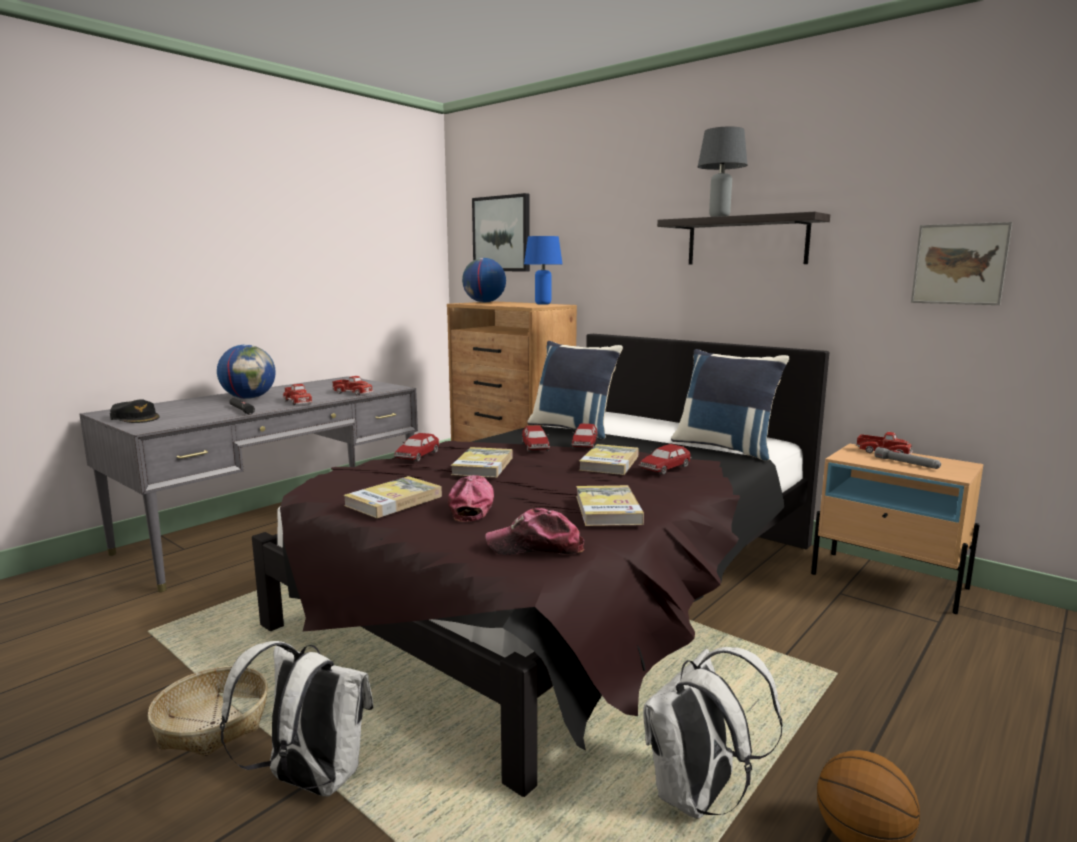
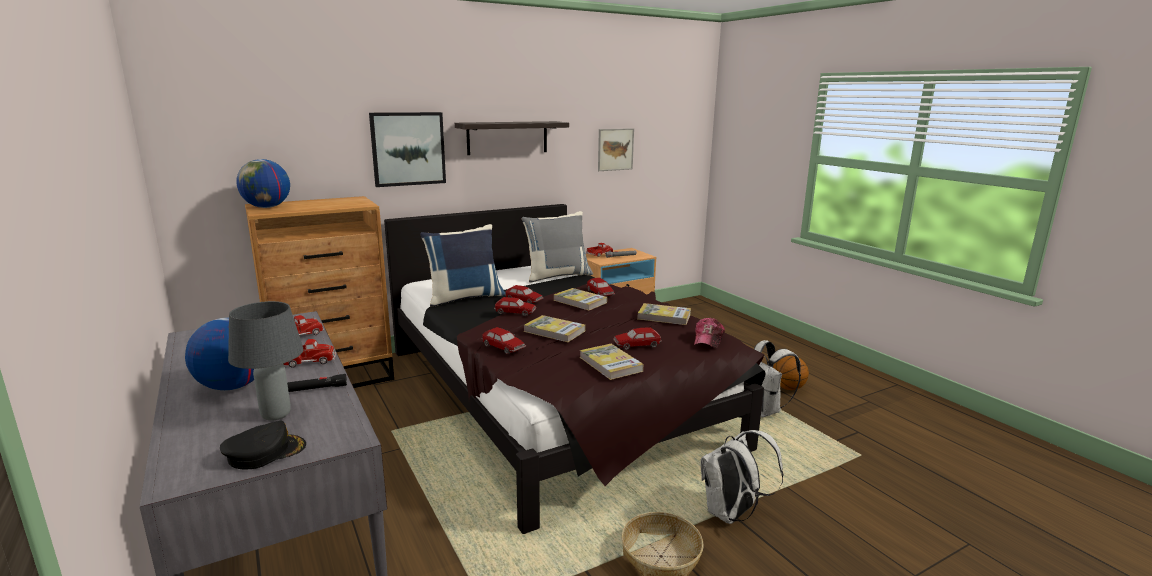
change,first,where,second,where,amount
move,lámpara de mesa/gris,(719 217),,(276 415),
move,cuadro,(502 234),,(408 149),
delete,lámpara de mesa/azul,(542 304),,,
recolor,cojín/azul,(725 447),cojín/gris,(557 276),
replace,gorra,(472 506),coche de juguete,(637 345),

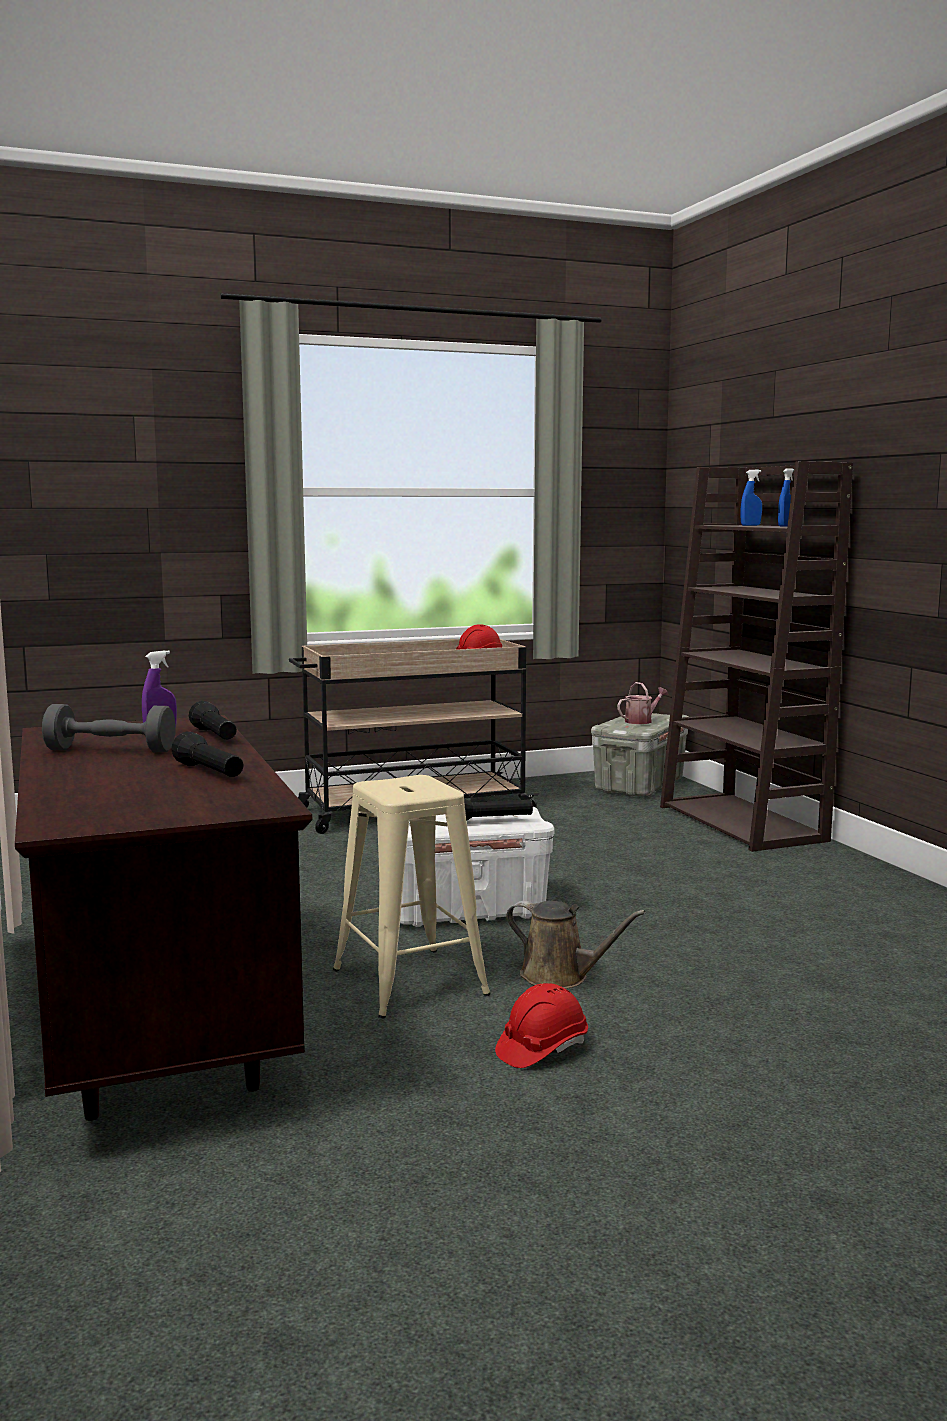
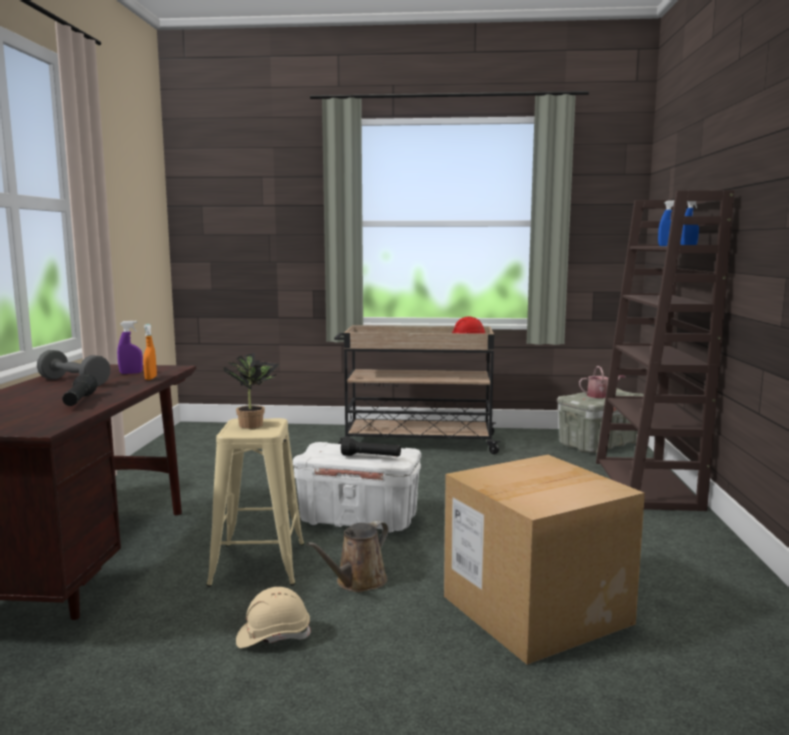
change,first,where,second,where,amount
replace,linterna/negro,(215 736),pulverizador/naranja,(150 378),
rotate,regadera/marrón,(560 977),,(357 582),75 degrees clockwise
recolor,casco/rojo,(541 1049),casco/beis,(273 636),
insert,,,planta en maceta,(252 424),
insert,,,caja de cartón,(536 610),

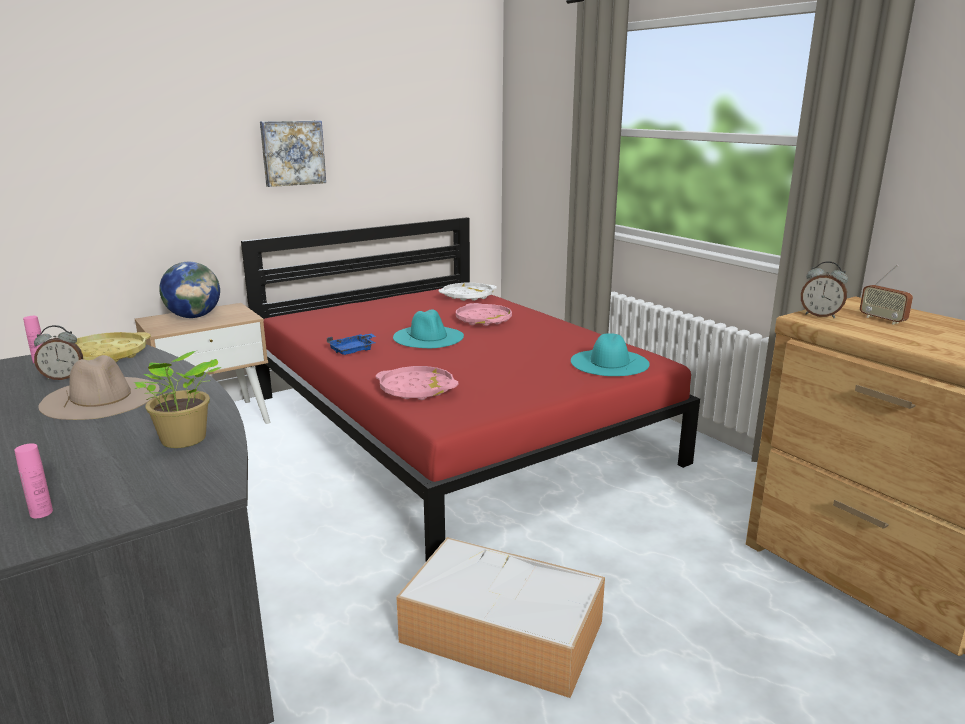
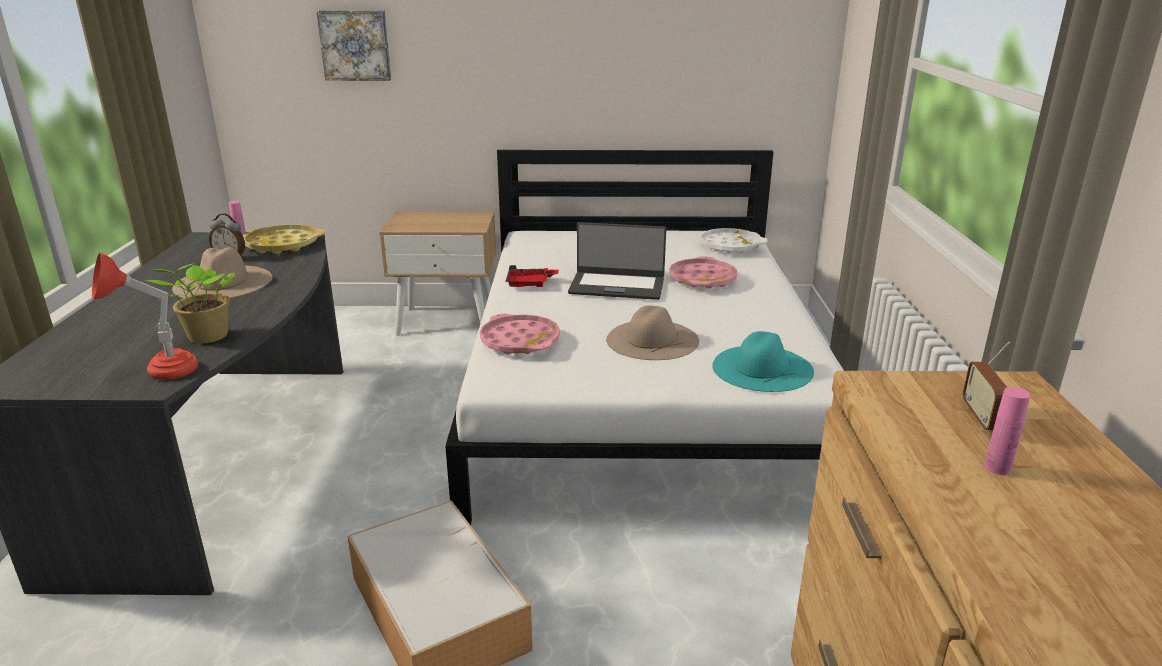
change,first,where,second,where,amount
move,cuadro,(292 153),,(355 45),
recolor,cama/rojo,(455 427),cama/blanco,(641 392),
delete,despertador,(820 315),,,
delete,globo terráqueo,(194 316),,,
replace,sombrero/turquesa,(428 336),portátil,(617 286),
recolor,bandeja/azul,(353 350),bandeja/rojo,(530 284),
move,botella/rosa,(41 513),,(997 468),
insert,,,lámpara de mesa/rojo,(158 372),
insert,,,sombrero/beis,(652 340),

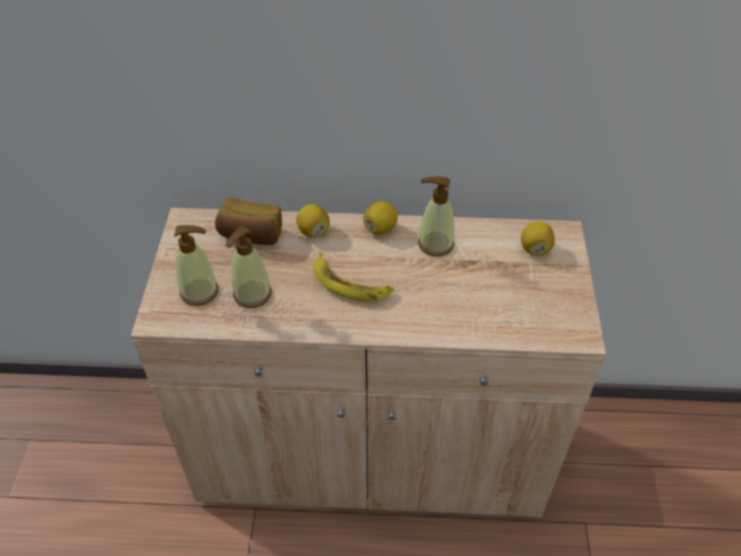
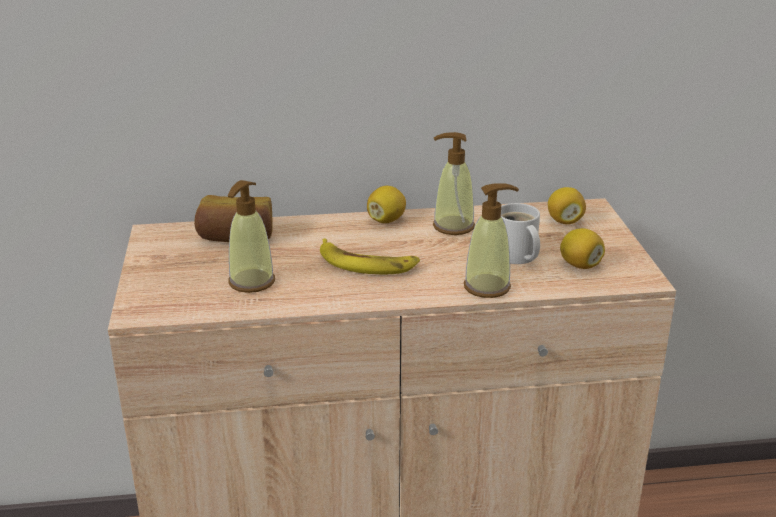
change,first,where,second,where,amount
move,limón,(313 231),,(580 265),
move,dispensador de jabón,(200 292),,(487 287),
insert,,,taza grande/blanco,(516 256),

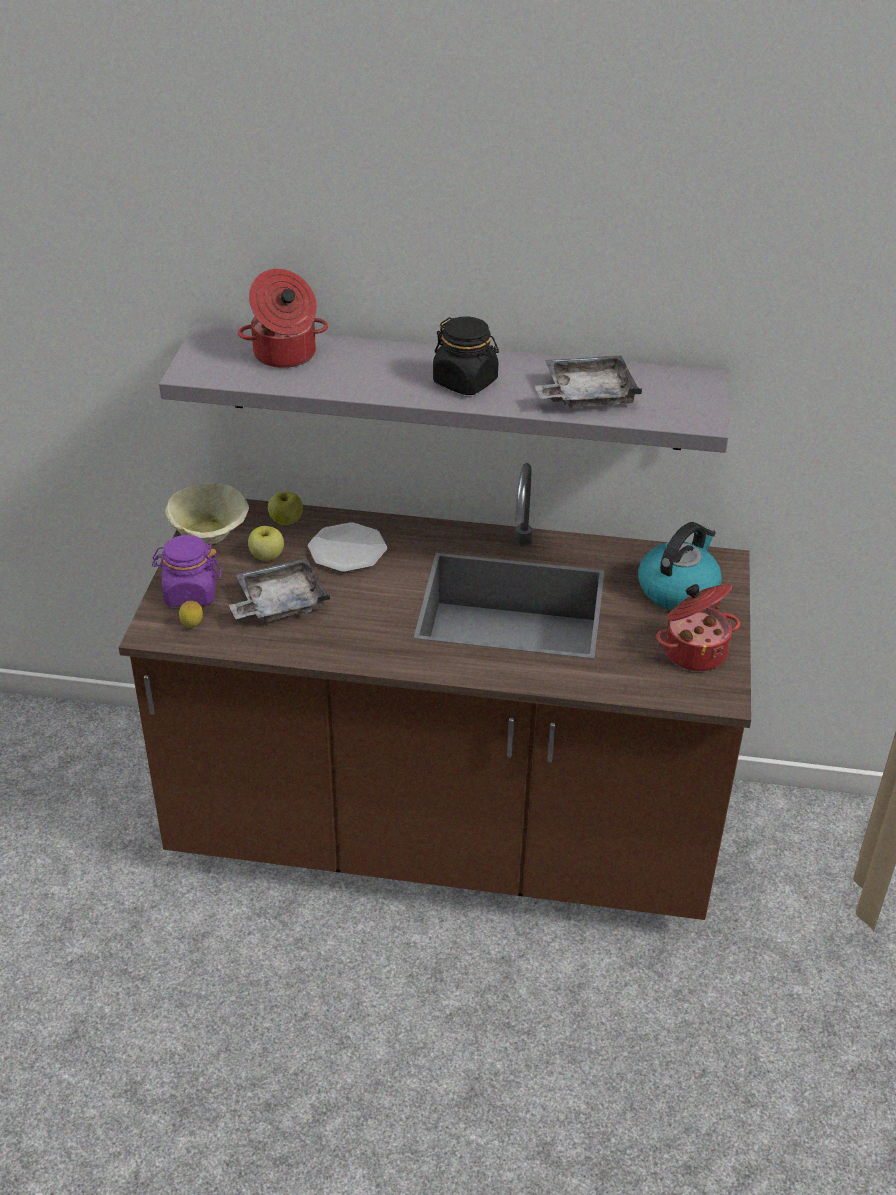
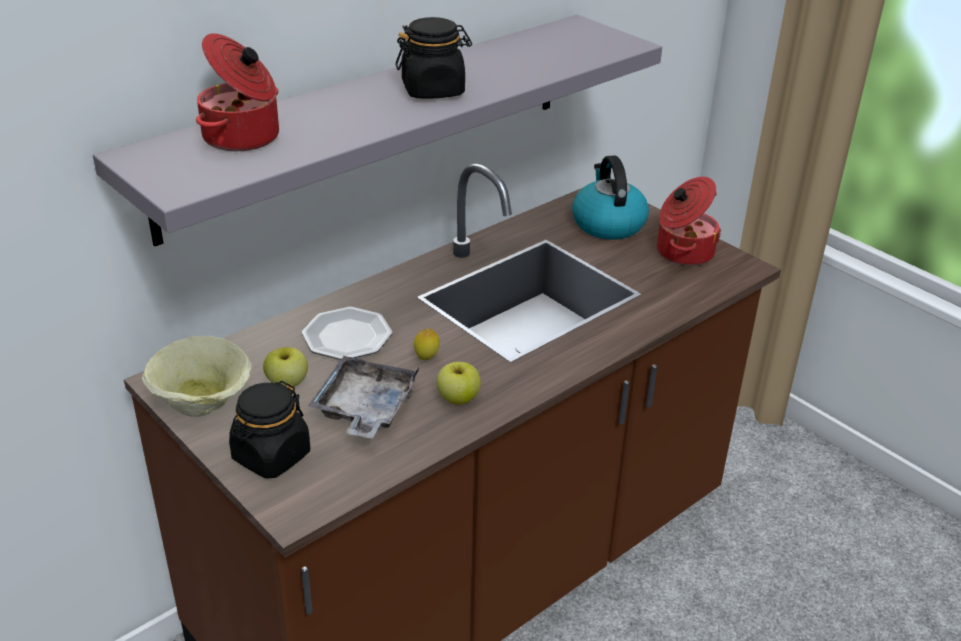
change,first,where,second,where,amount
delete,bandeja/gris,(586 395),,,
move,manzana,(286 521),,(458 398),
recolor,tarro/morado,(190 593),tarro/negro,(271 456),
move,limón,(192 626),,(426 358),

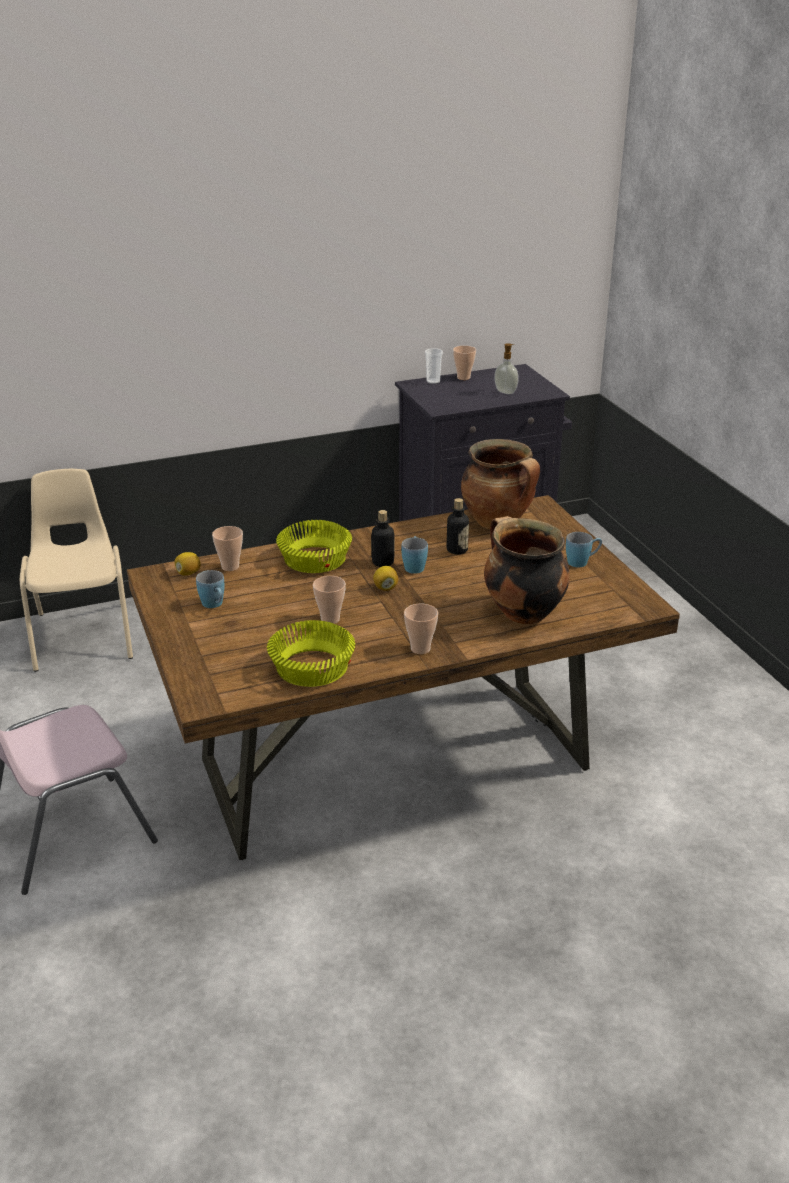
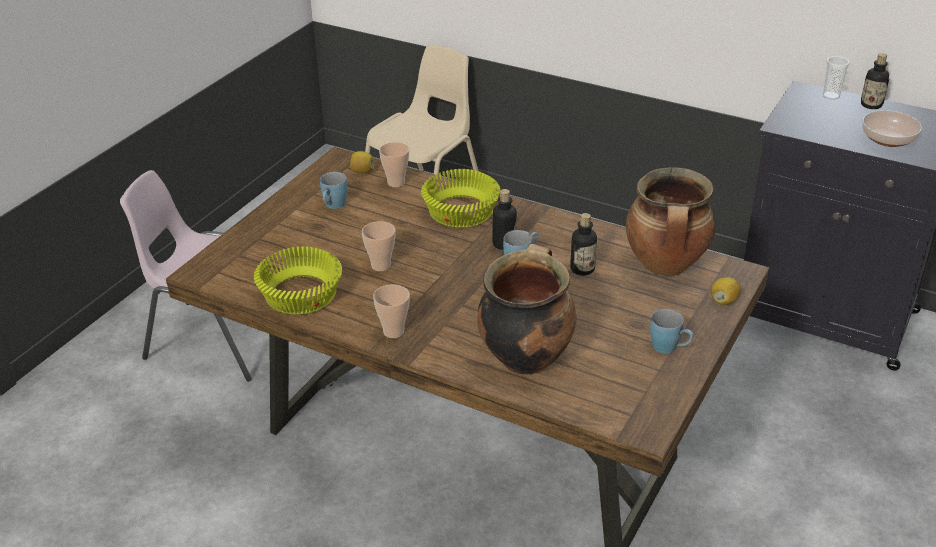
change,first,where,second,where,amount
replace,dispensador de jabón,(506 392),cuenco,(887 138),
replace,taza,(463 377),botella,(871 105),
move,limón,(385 588),,(724 301),

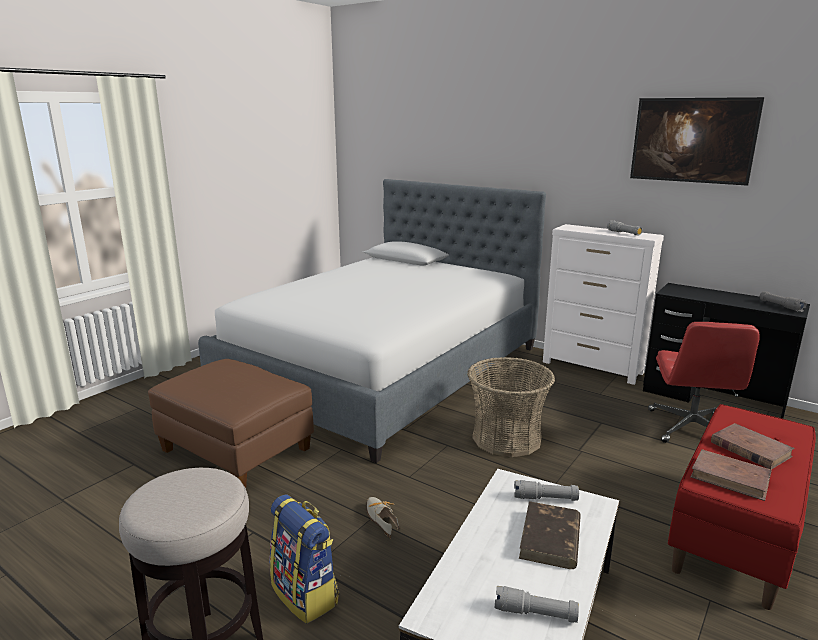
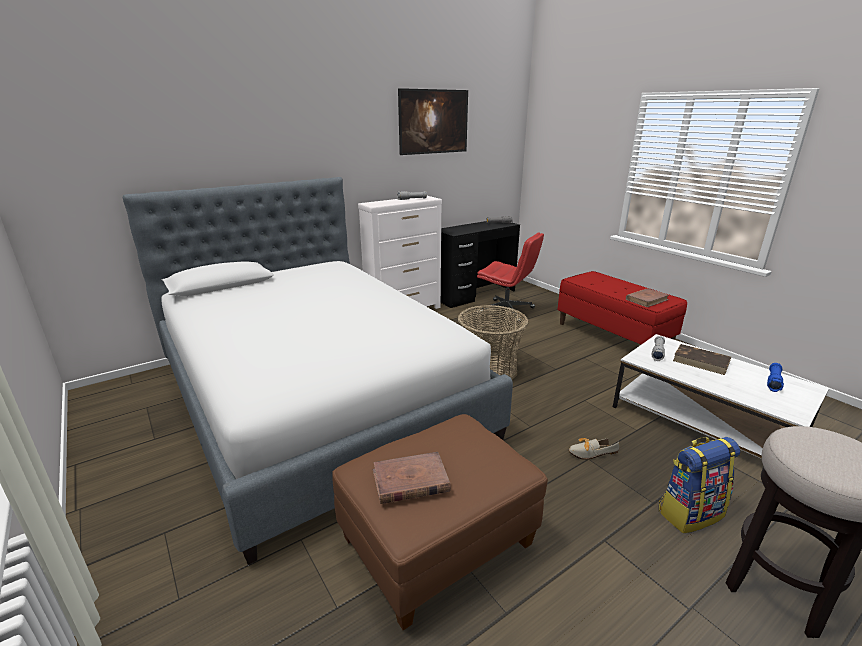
change,first,where,second,where,amount
move,libro/marrón,(750 449),,(410 481),
recolor,linterna/gris,(535 613),linterna/azul,(773 381),

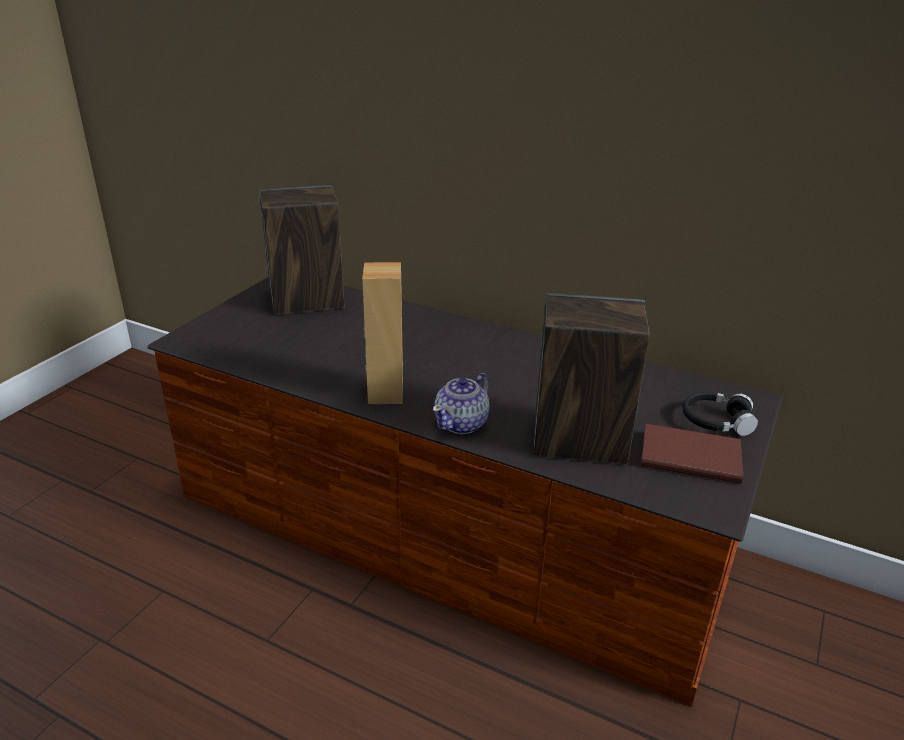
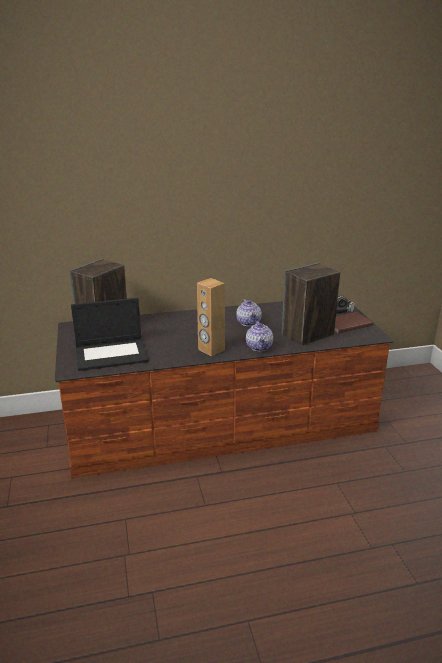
change,first,where,second,where,amount
insert,,,portátil,(112 354),
insert,,,tetera,(248 322),

